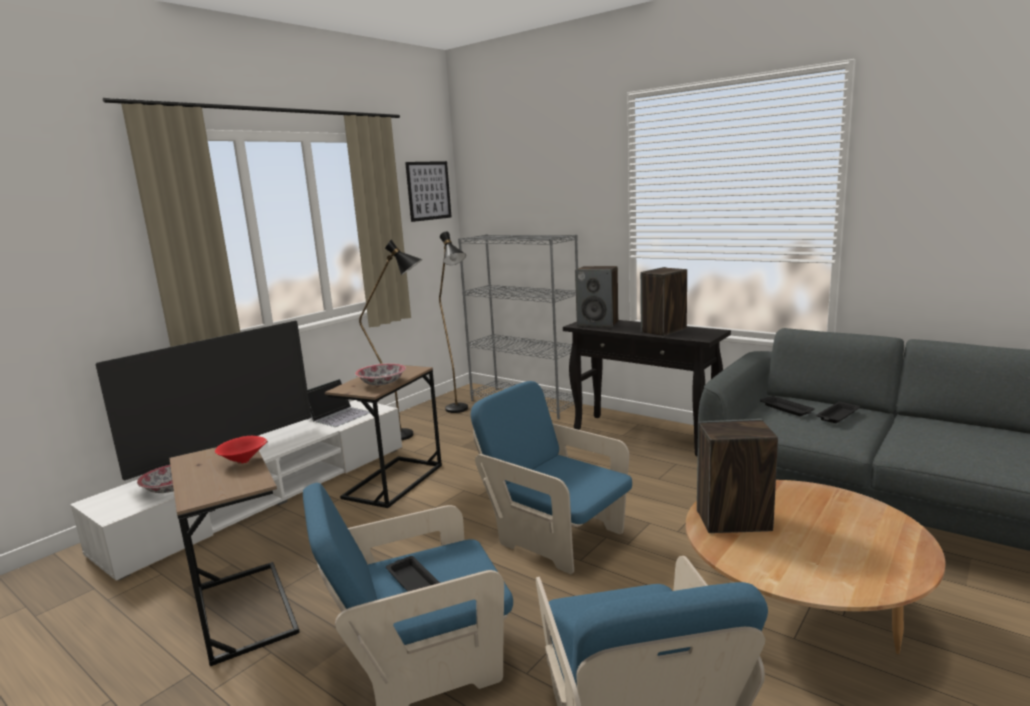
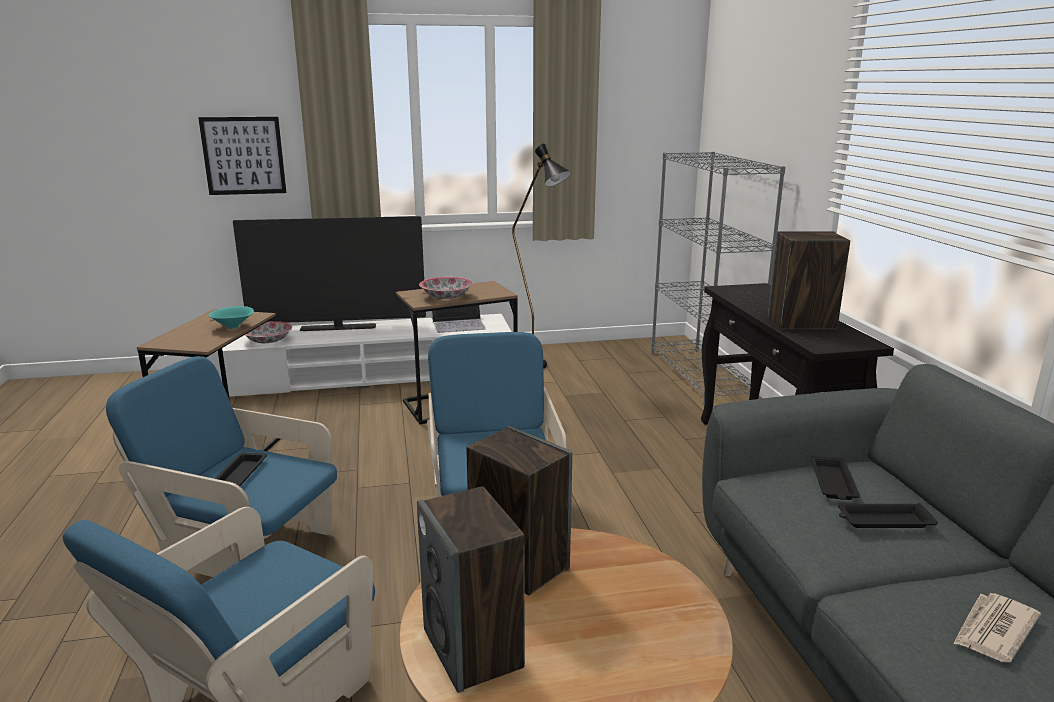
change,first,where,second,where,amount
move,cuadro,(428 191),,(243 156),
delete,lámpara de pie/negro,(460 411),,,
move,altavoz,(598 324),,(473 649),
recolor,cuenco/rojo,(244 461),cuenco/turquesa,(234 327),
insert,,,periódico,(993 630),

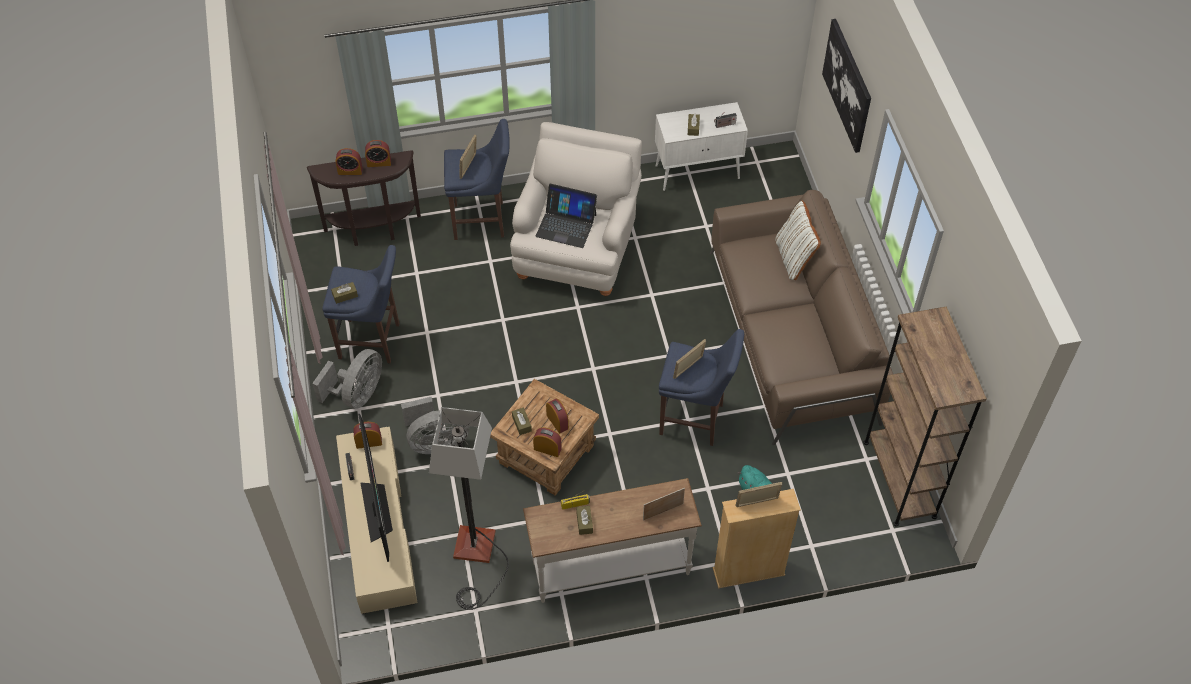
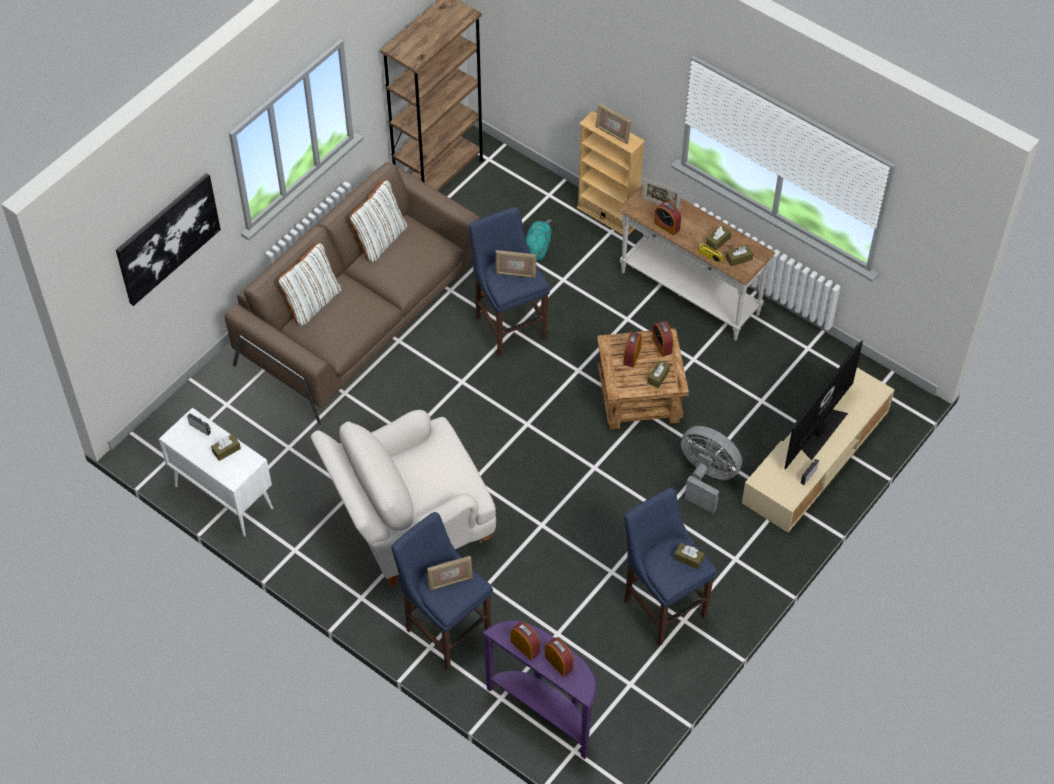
change,first,where,second,where,amount
recolor,mesa consola/marrón,(374 231),mesa consola/morado,(545 711),
delete,portátil,(566 225),,,
delete,ventilador/gris,(357 394),,,
delete,lámpara de pie,(476 557),,,
move,despertador,(369 442),,(667 226),
insert,,,cojín/blanco,(380 240),
insert,,,caja de pañuelos/marrón,(738 258),

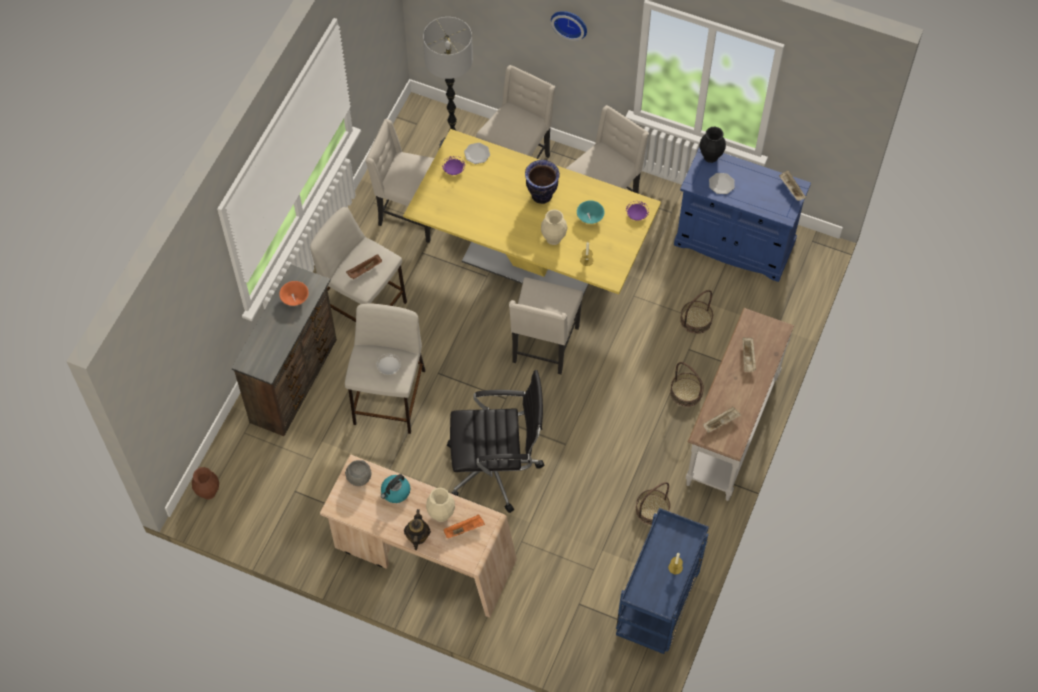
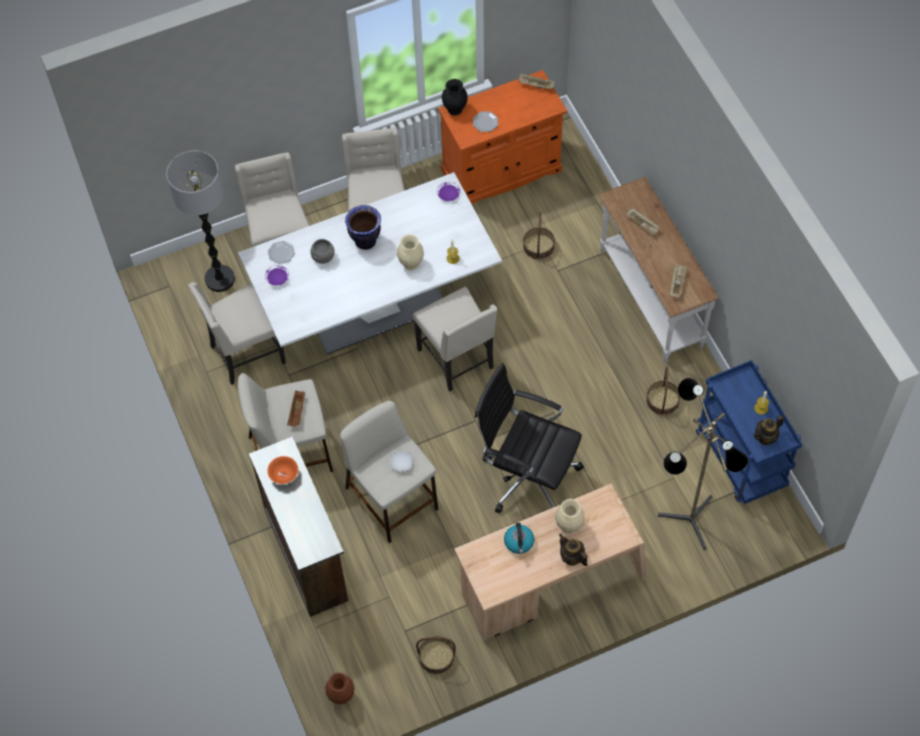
change,first,where,second,where,amount
delete,reloj de pared,(570 23),,,
recolor,mesa de comedor/amarillo,(531 259),mesa de comedor/blanco,(375 307),
recolor,armario/azul,(734 243),armario/naranja,(501 171),
delete,cuenco/turquesa,(590 217),,,
move,cesta,(686 392),,(436 657),
rotate,silla de oficina/negro,(496 469),,(527 475),105 degrees counterclockwise
move,cuenco/gris,(359 478),,(323 257),
delete,bandeja/naranja,(464 529),,,
insert,,,lámpara de pie,(685 523),
insert,,,tetera,(766 437),

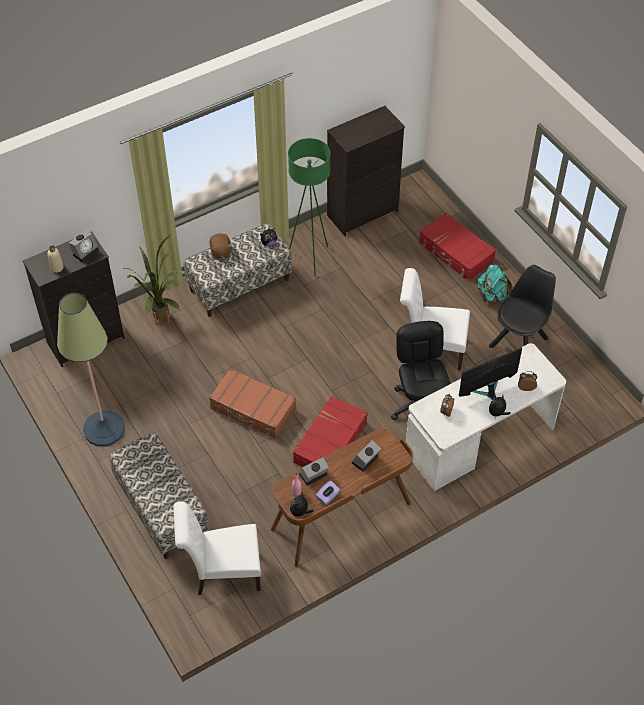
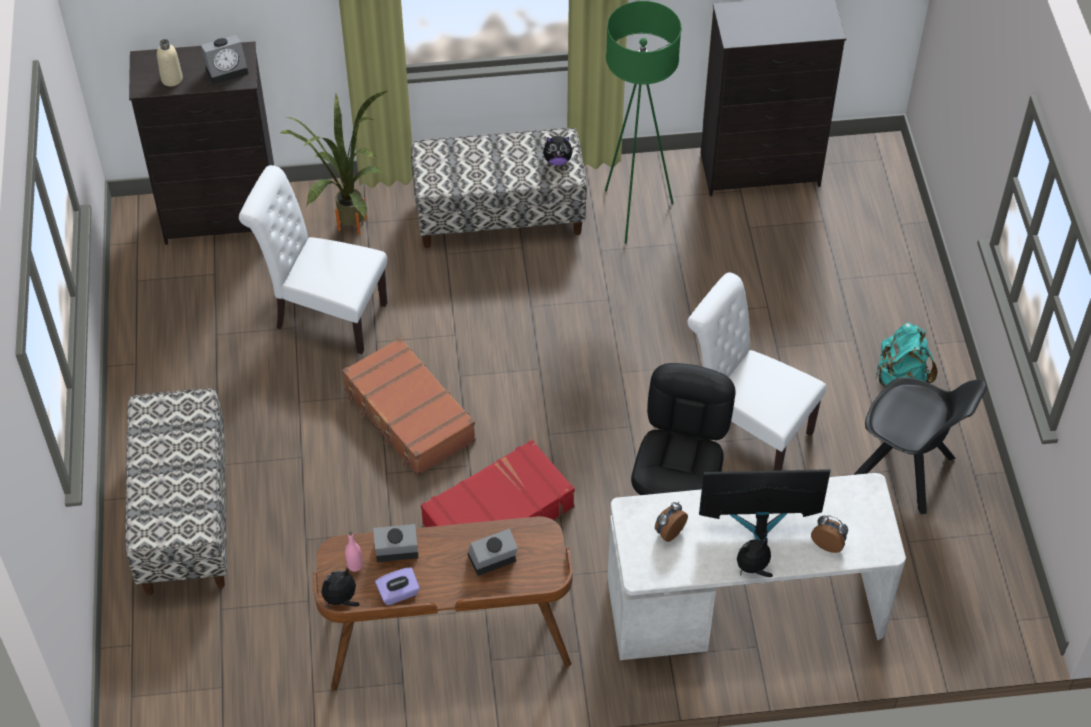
change,first,where,second,where,amount
delete,maleta/rojo,(455 253),,,
delete,peluche/marrón,(220 252),,,
rotate,silla/negro,(519 341),,(905 471),60 degrees clockwise
delete,lámpara de pie,(104 428),,,
move,silla/blanco,(222 574),,(324 314),

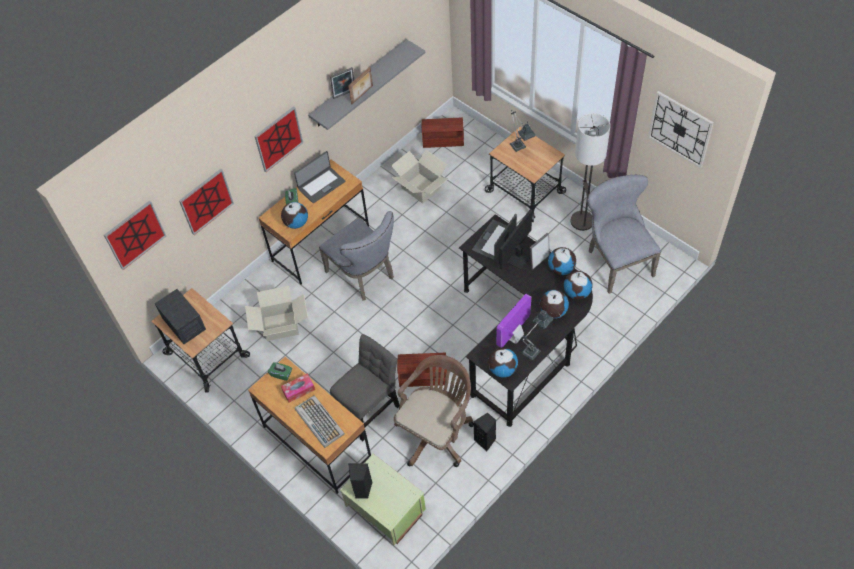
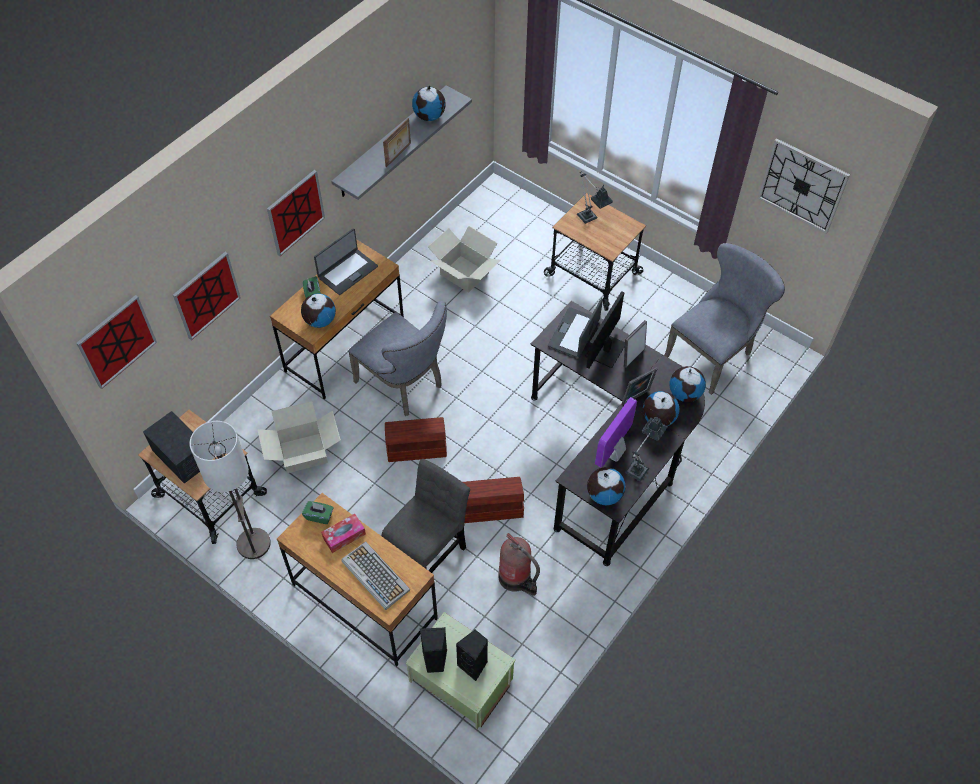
change,first,where,second,where,amount
move,portarretratos,(344 95),,(636 398),
move,lámpara de pie,(582 221),,(254 544),
move,caja de almacenaje/marrón,(442 139),,(416 447),
rotate,silla/gris,(616 261),,(713 353),75 degrees clockwise
move,globo terráqueo,(561 269),,(429 116),
replace,silla de oficina/marrón,(436 432),extintor,(516 578),
move,altavoz/negro,(486 441),,(473 665),

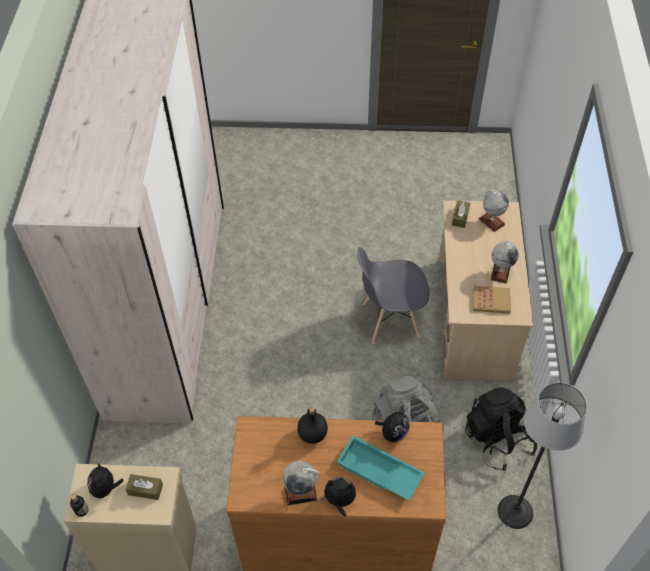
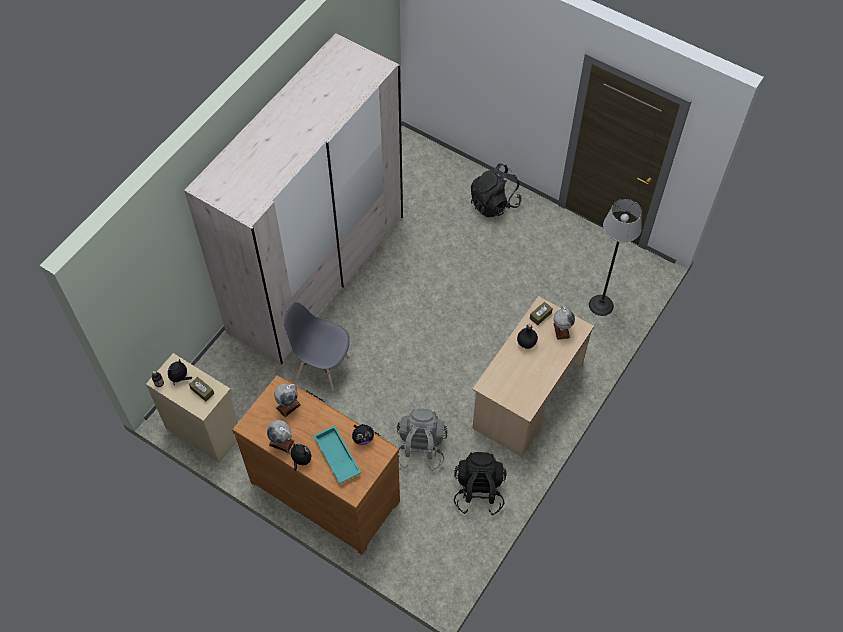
change,first,where,second,where,amount
move,globo terráqueo,(500 272),,(288 406),
move,silla/gris,(390 320),,(322 367),
delete,libro,(491 301),,,
move,lámpara de pie,(515 512),,(600 305),
move,botella/negro,(313 434),,(526 343),
insert,,,mochila/negro,(494 203),

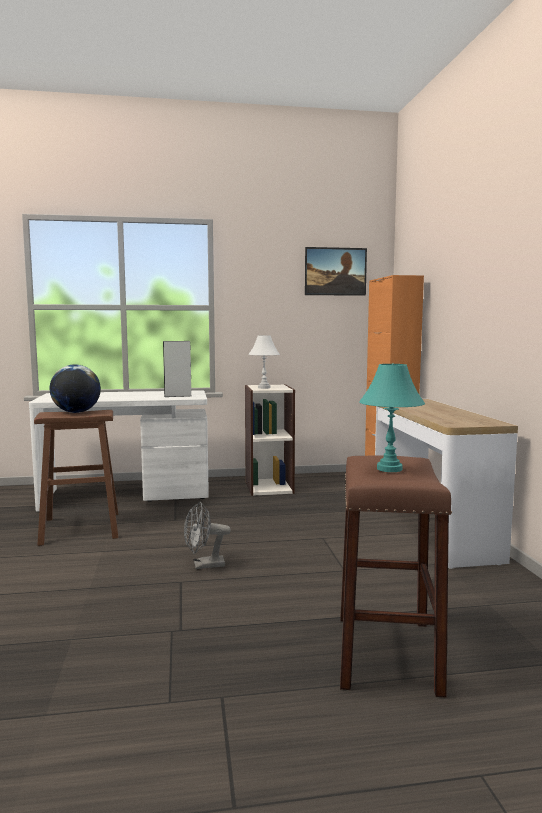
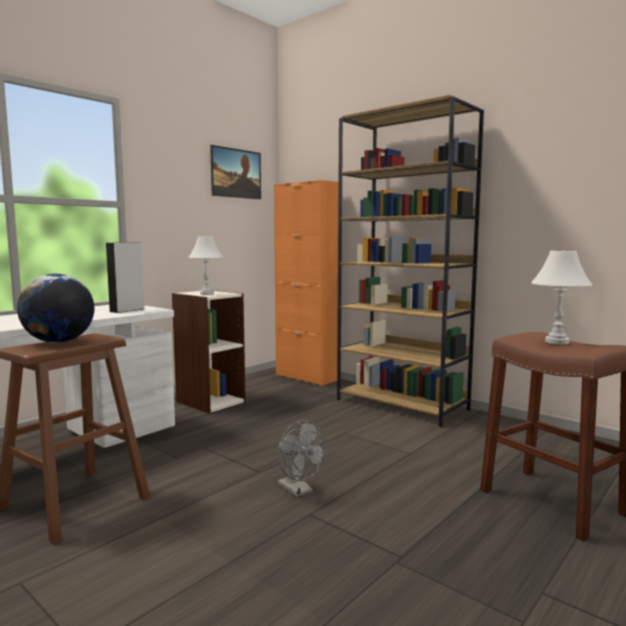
change,first,where,second,where,amount
recolor,lámpara de mesa/turquesa,(390 469),lámpara de mesa/blanco,(557 342),
replace,mesa consola,(431 530),estantería/marrón,(402 405),
rotate,ventilador/gris,(204 565),,(299 491),75 degrees counterclockwise

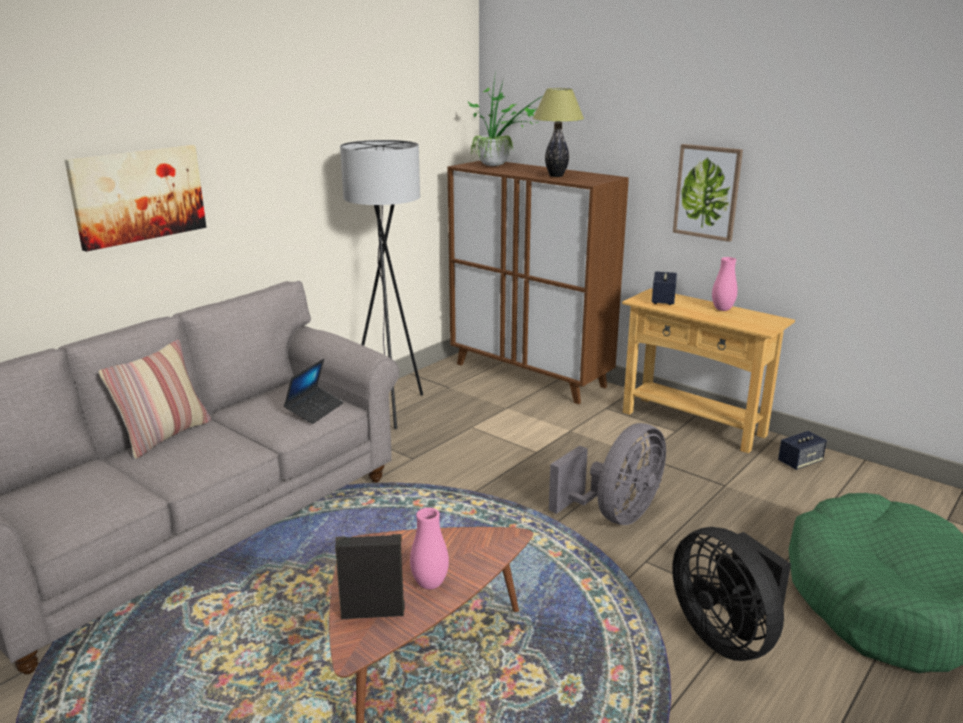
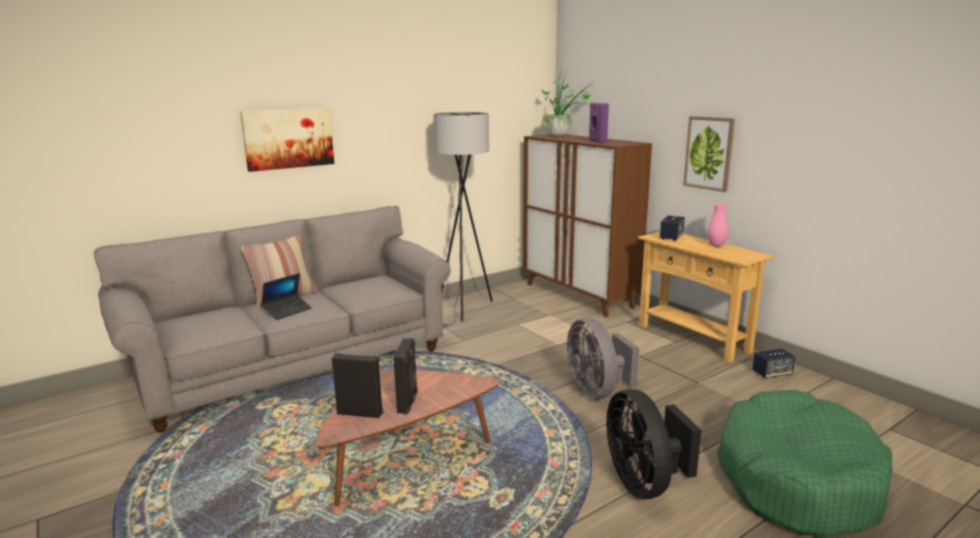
change,first,where,second,where,amount
replace,lámpara de mesa,(556 176),altavoz/morado,(596 141),
move,portátil,(314 410),,(287 311),
rotate,ventilador/gris,(615 515),,(597 391),105 degrees clockwise
replace,florero/rosa,(430 584),altavoz/negro,(408 402),

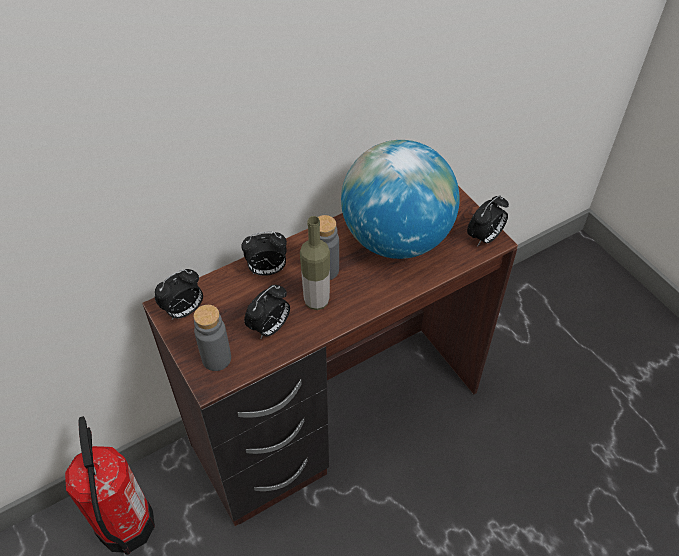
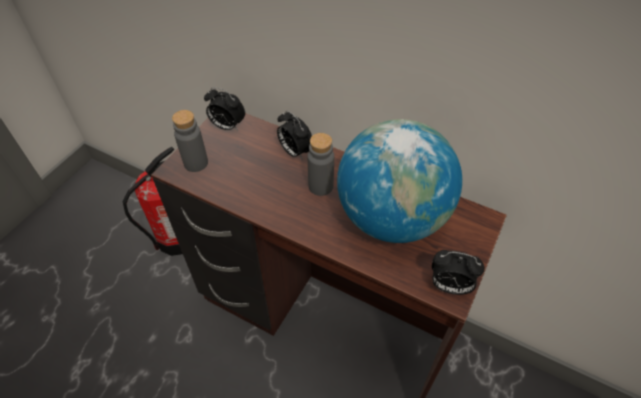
change,first,where,second,where,amount
delete,botella,(316 301),,,
delete,despertador,(269 328),,,

